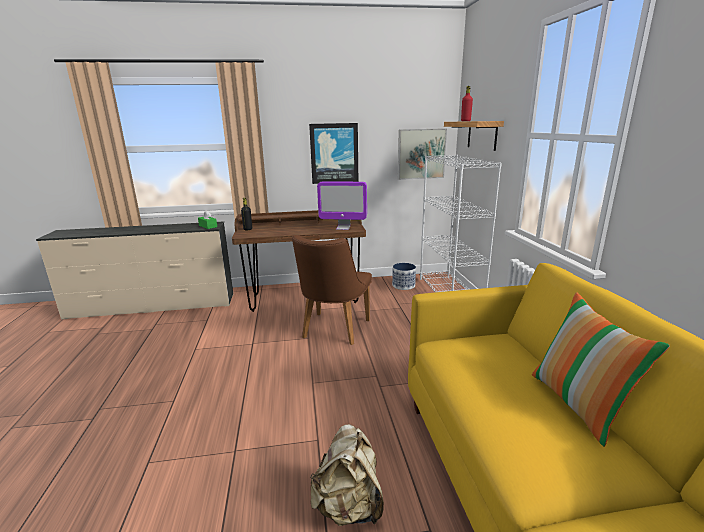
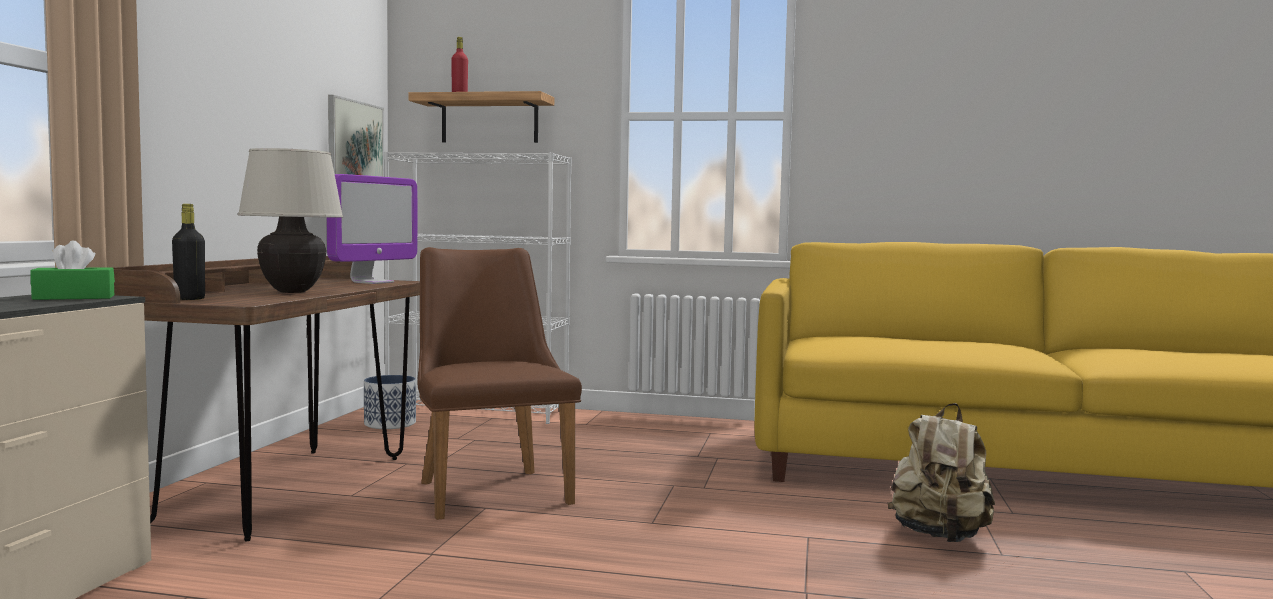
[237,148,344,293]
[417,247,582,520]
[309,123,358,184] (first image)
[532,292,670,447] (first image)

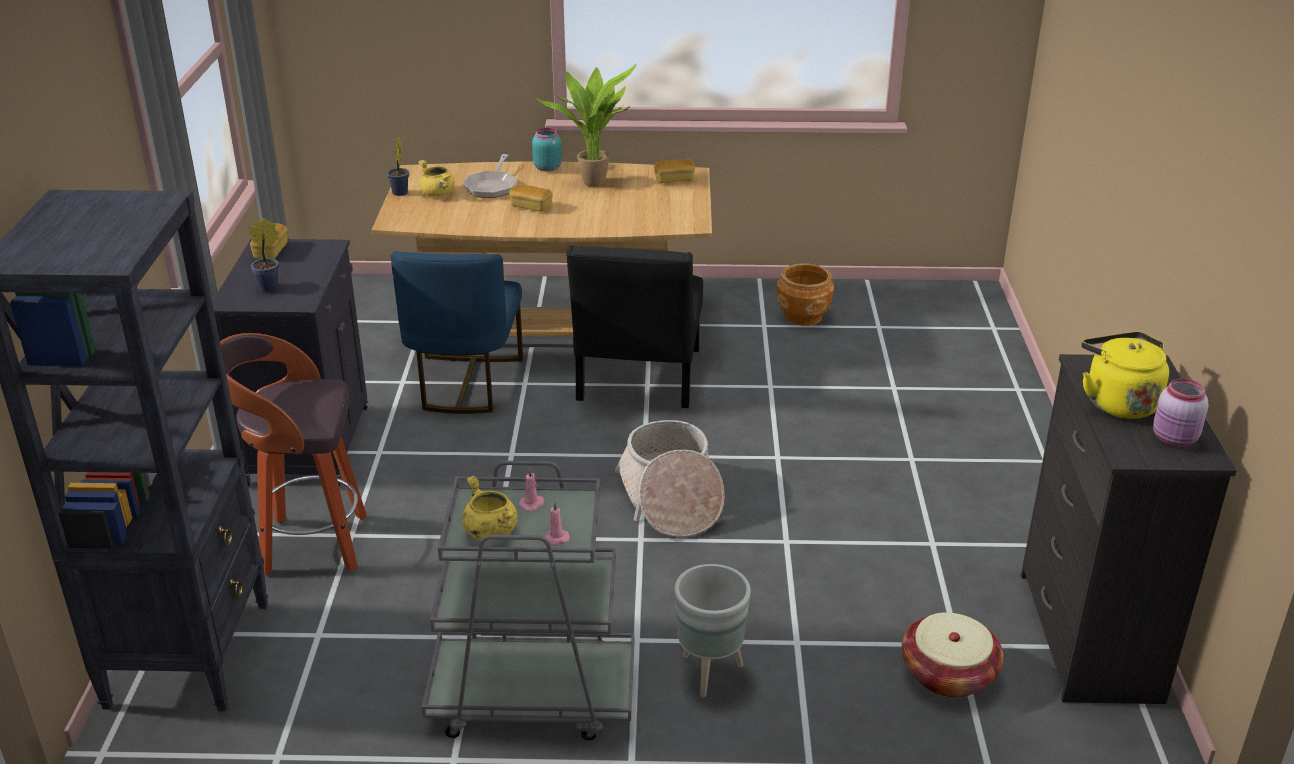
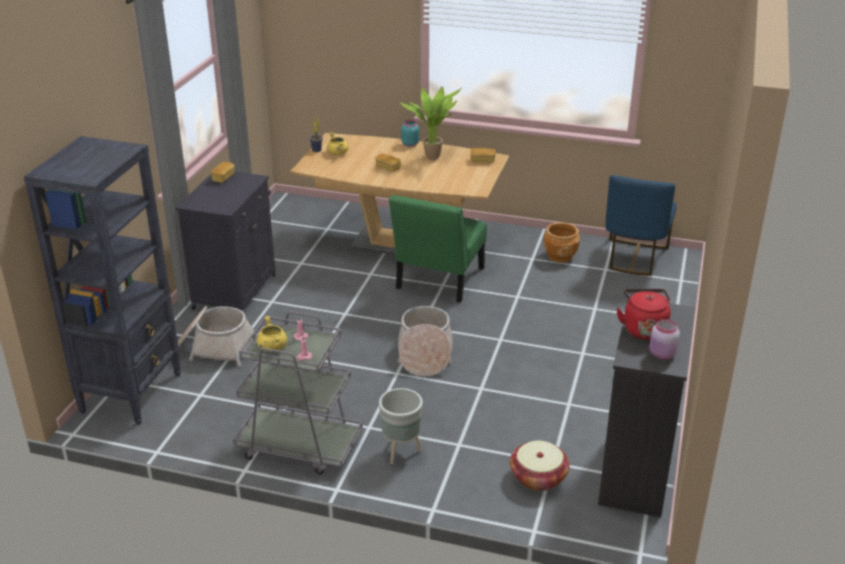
[178,306,256,367]
[389,195,487,303]
[605,175,677,276]
[616,289,671,340]
[249,218,279,292] (first image)
[463,154,517,198] (first image)

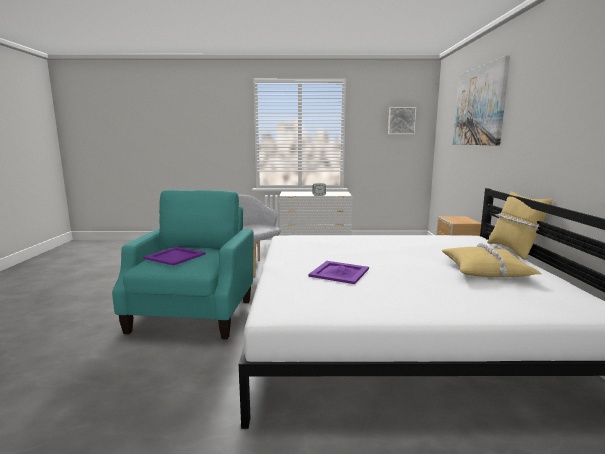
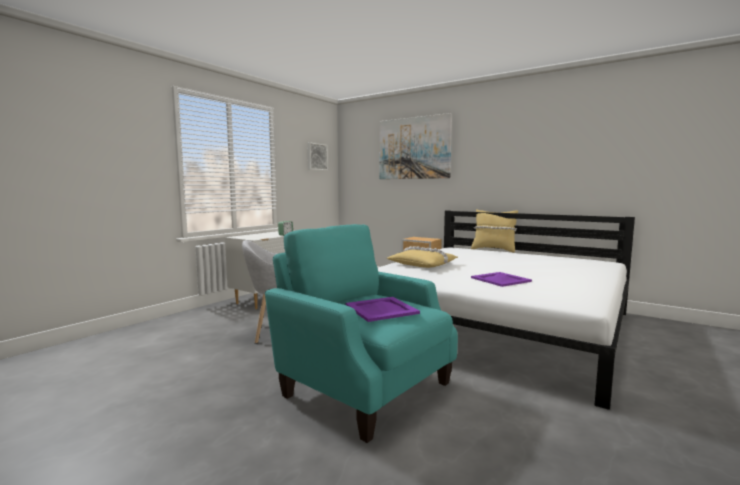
[387,246,458,268]

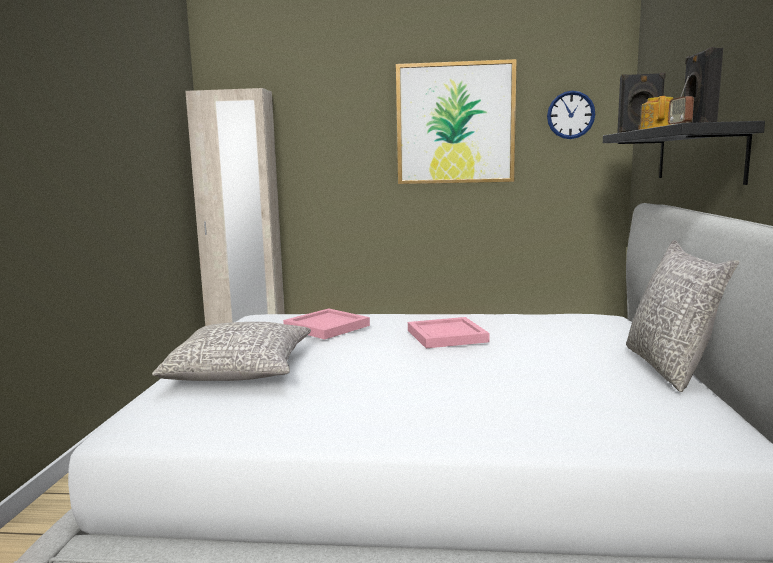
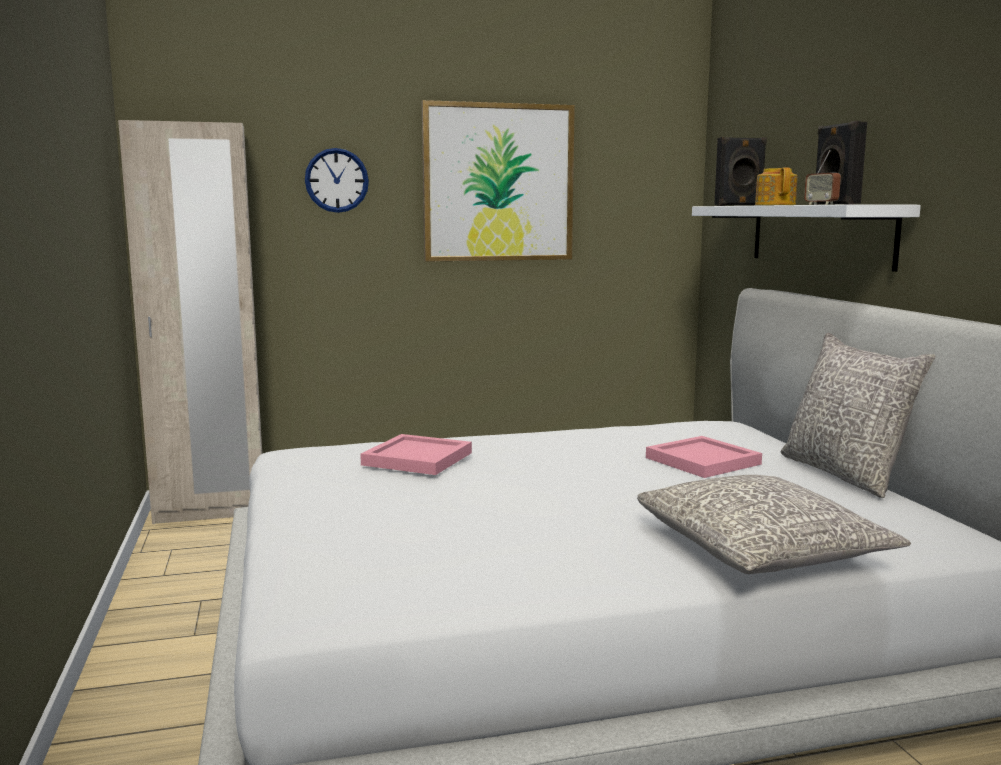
[305,148,369,213]
[637,475,911,574]
[646,436,762,478]
[692,204,921,272]

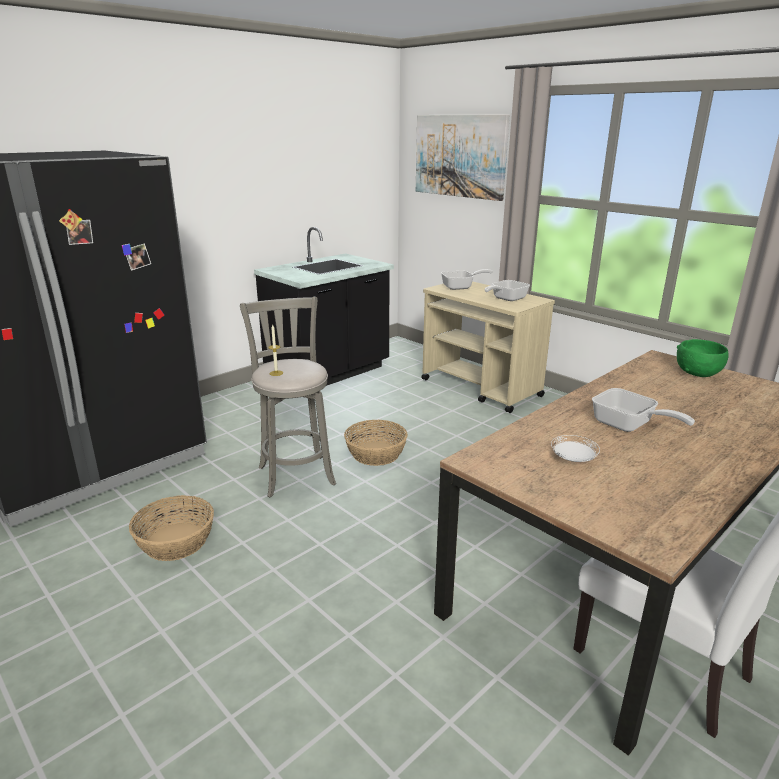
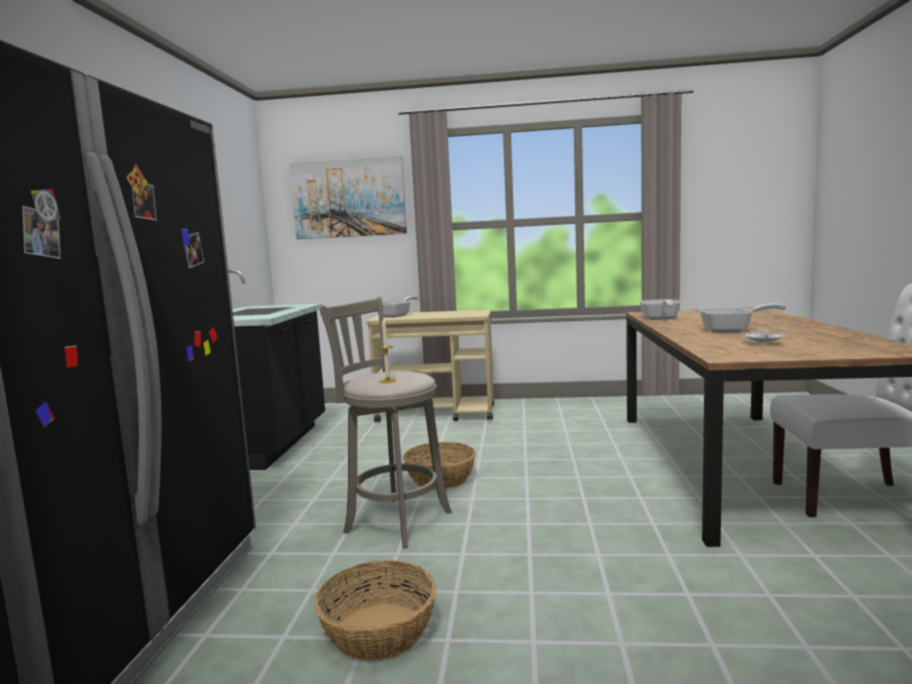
[639,299,681,320]
[676,339,729,377] (first image)

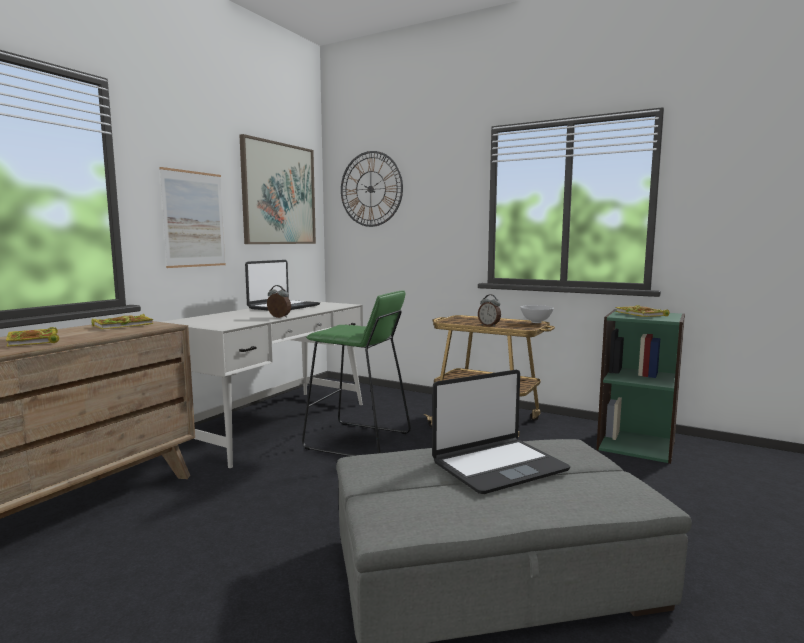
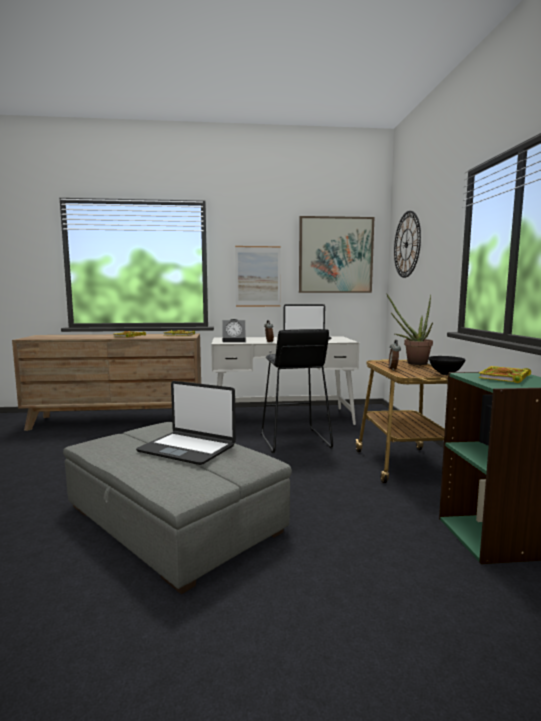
[222,319,246,342]
[261,329,333,453]
[386,293,433,365]
[428,356,466,375]

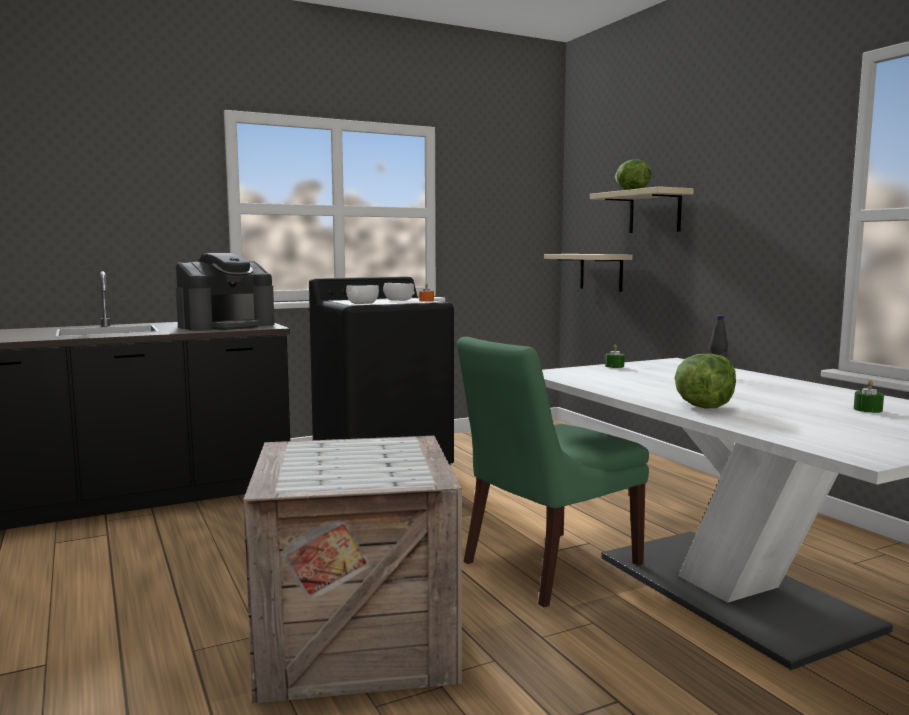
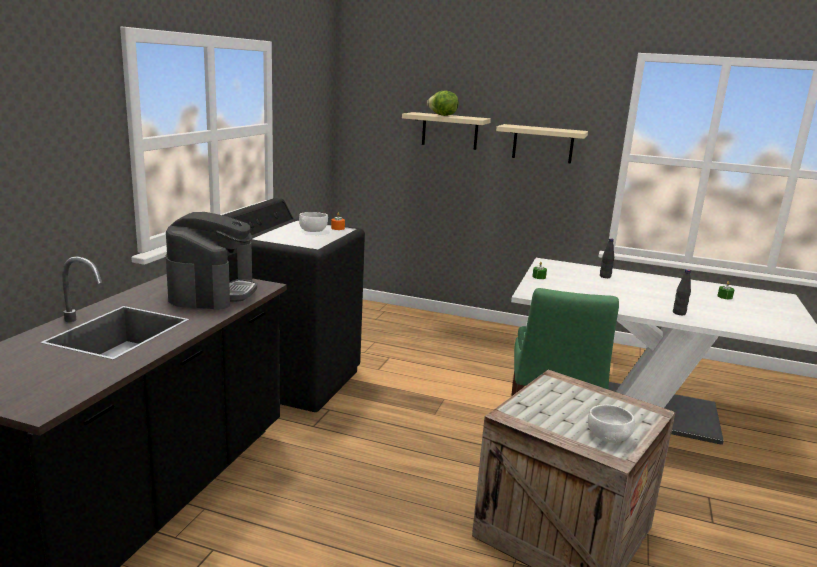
[496,124,588,163]
[588,405,635,443]
[673,269,691,315]

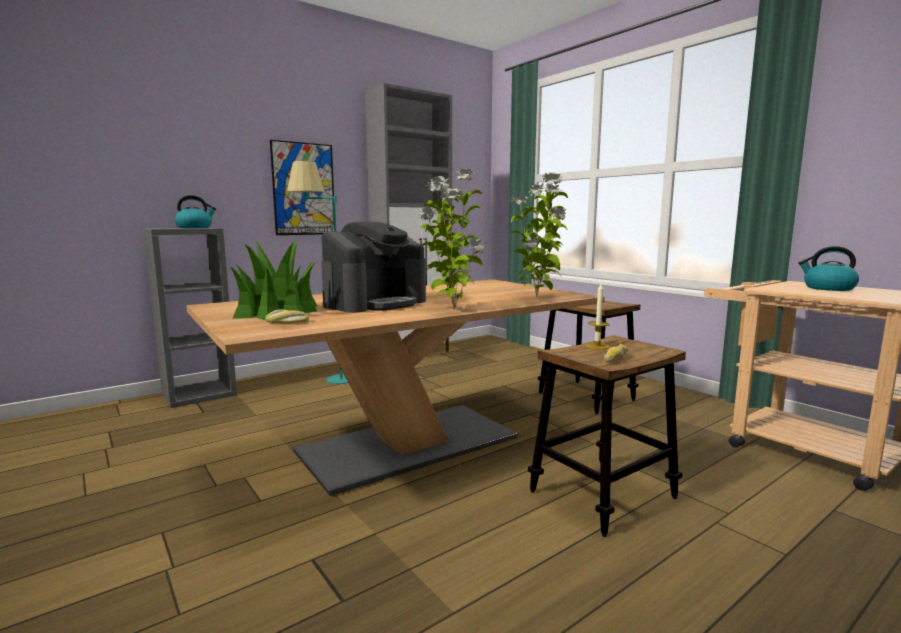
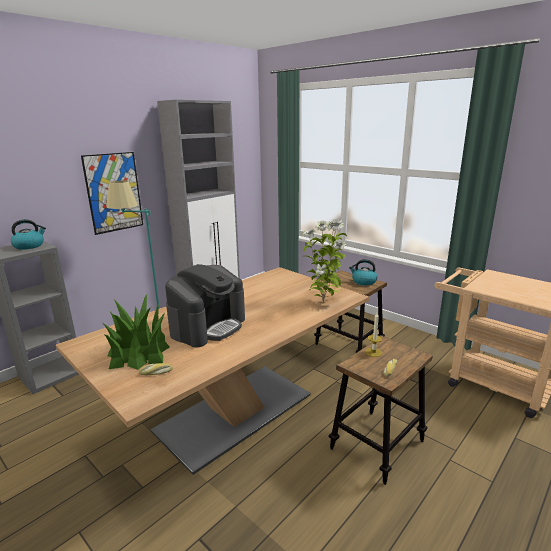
[349,259,377,285]
[418,168,484,310] (first image)

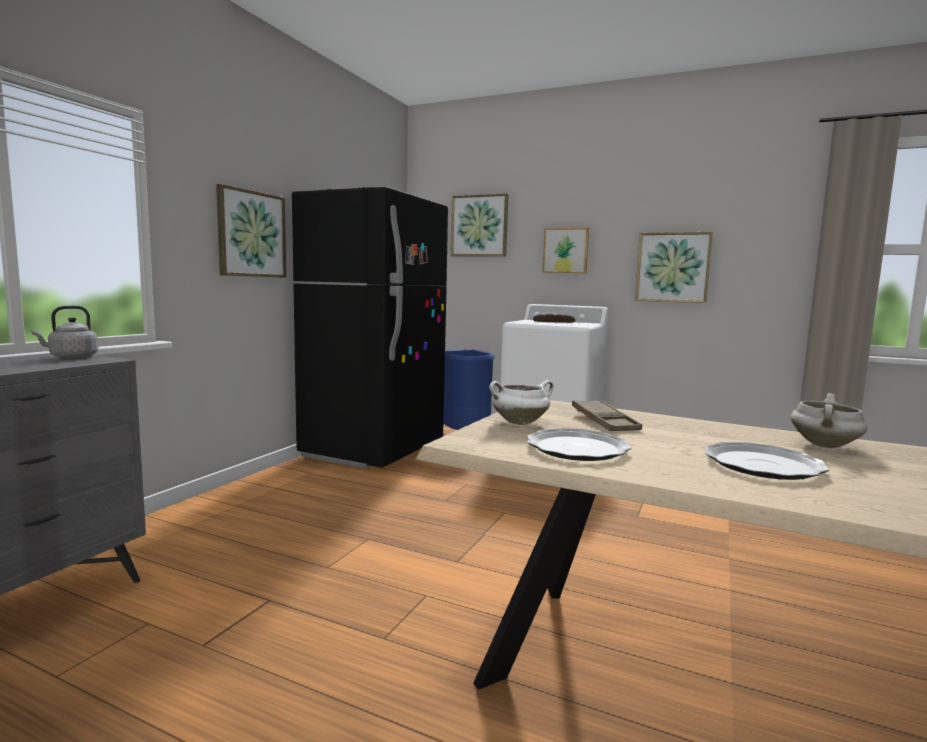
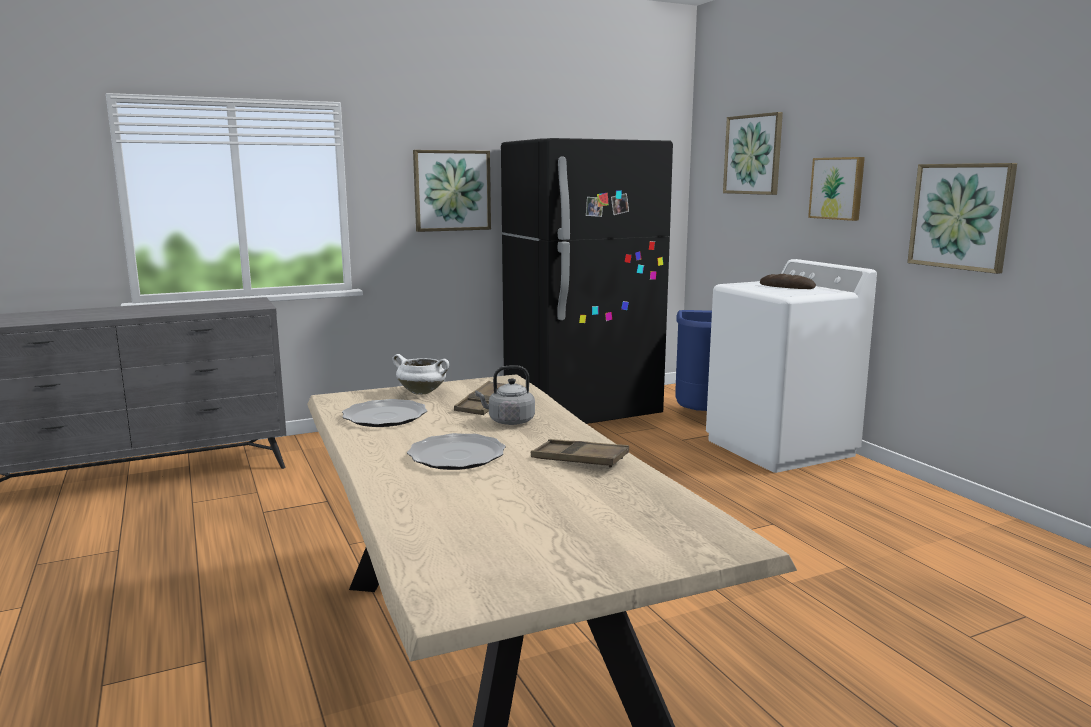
[475,365,535,425]
[531,439,629,467]

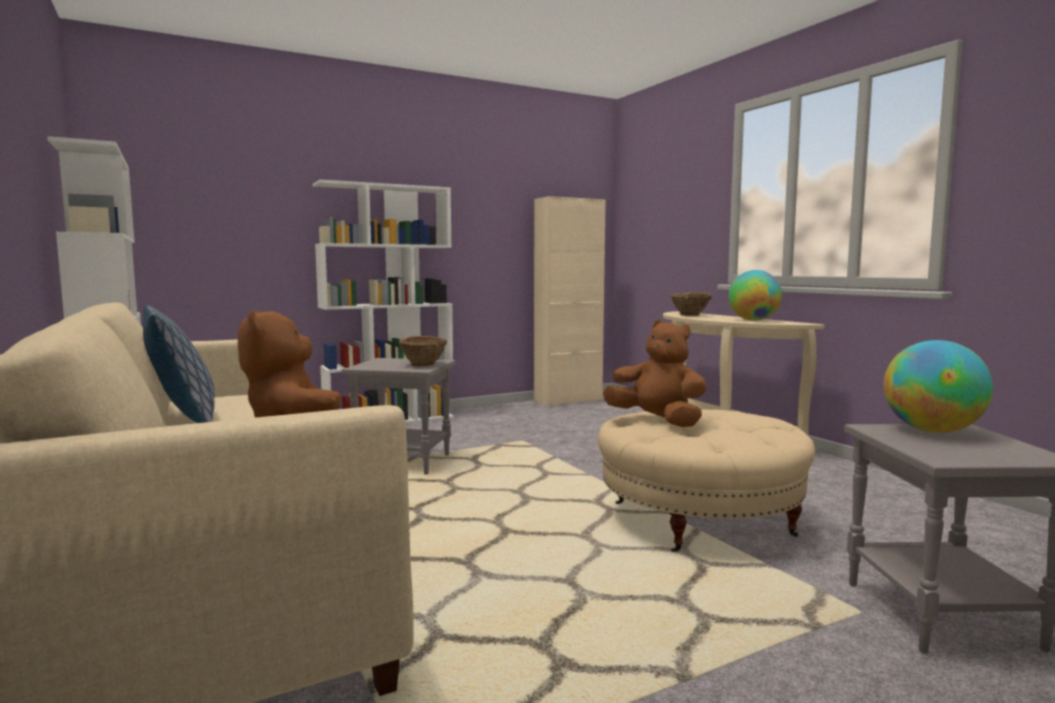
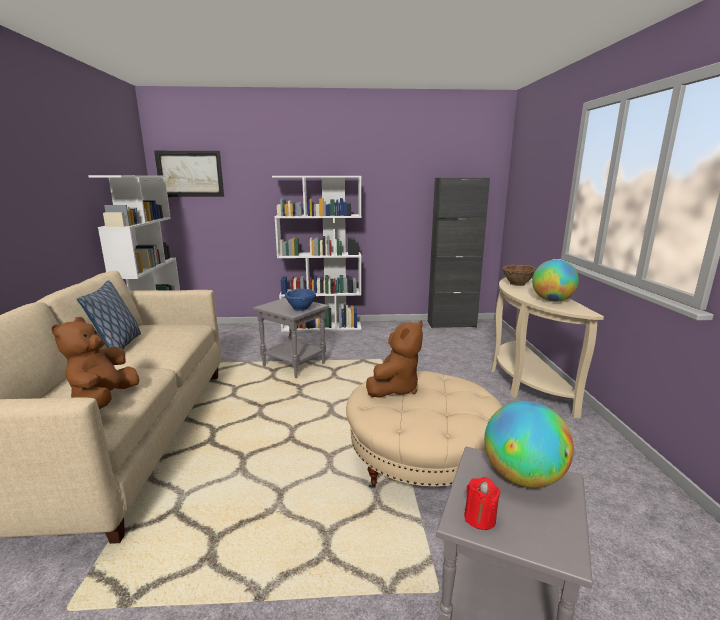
[154,151,224,197]
[285,289,316,311]
[366,320,423,398]
[428,178,490,328]
[464,477,500,530]

